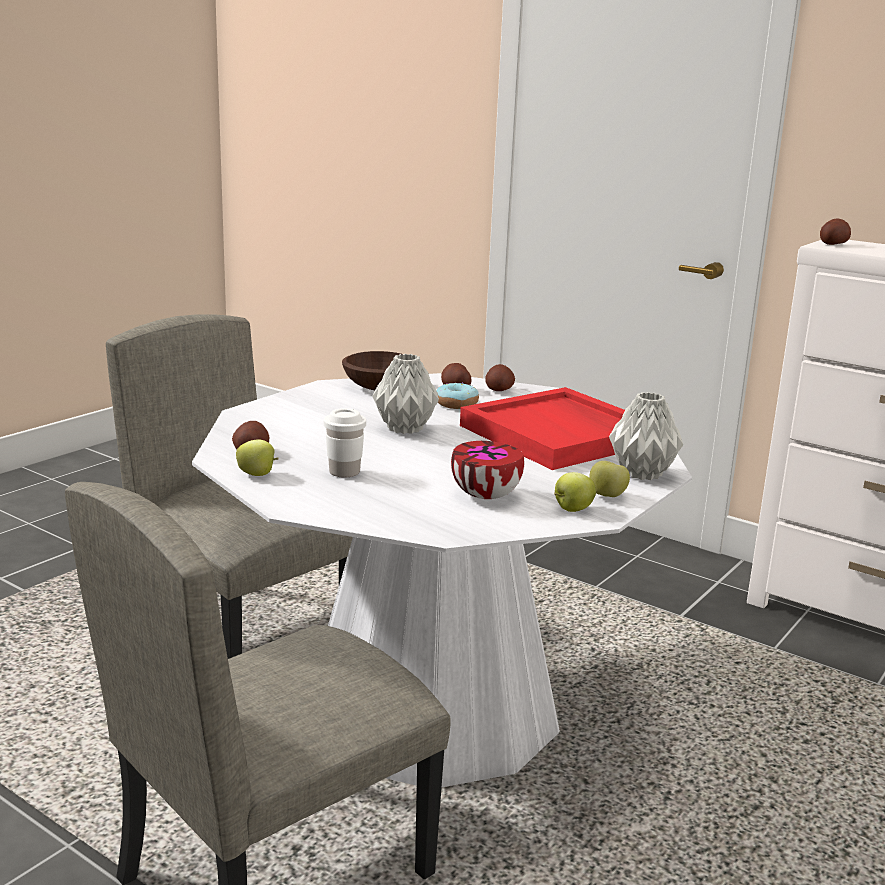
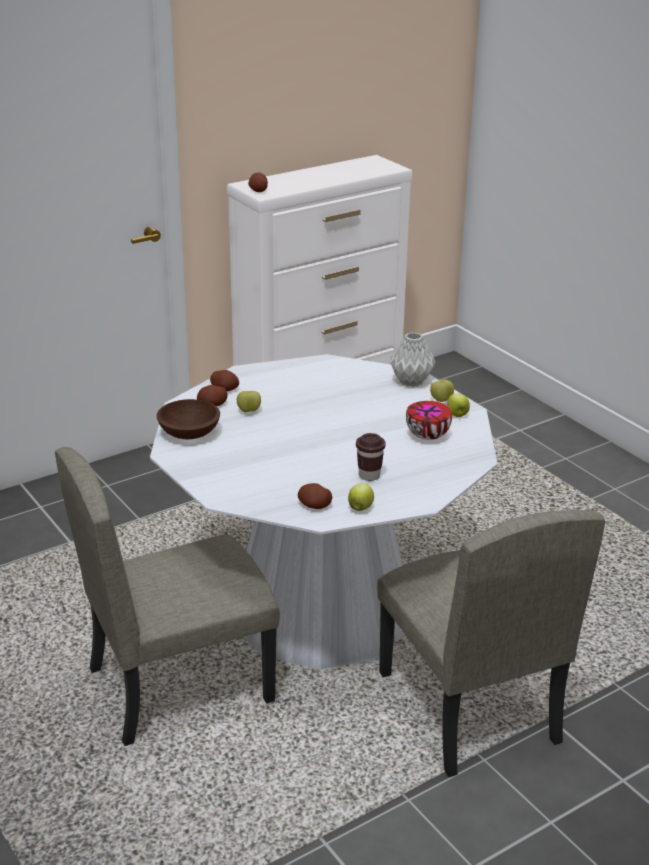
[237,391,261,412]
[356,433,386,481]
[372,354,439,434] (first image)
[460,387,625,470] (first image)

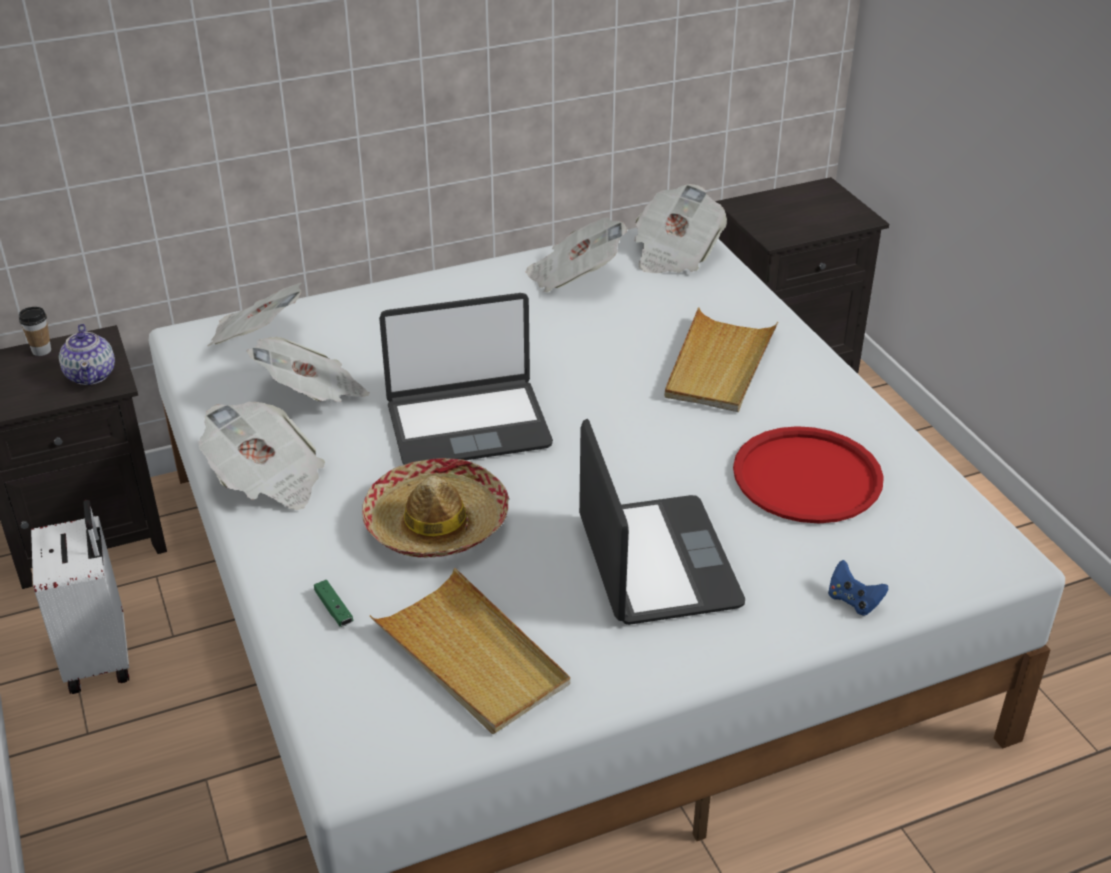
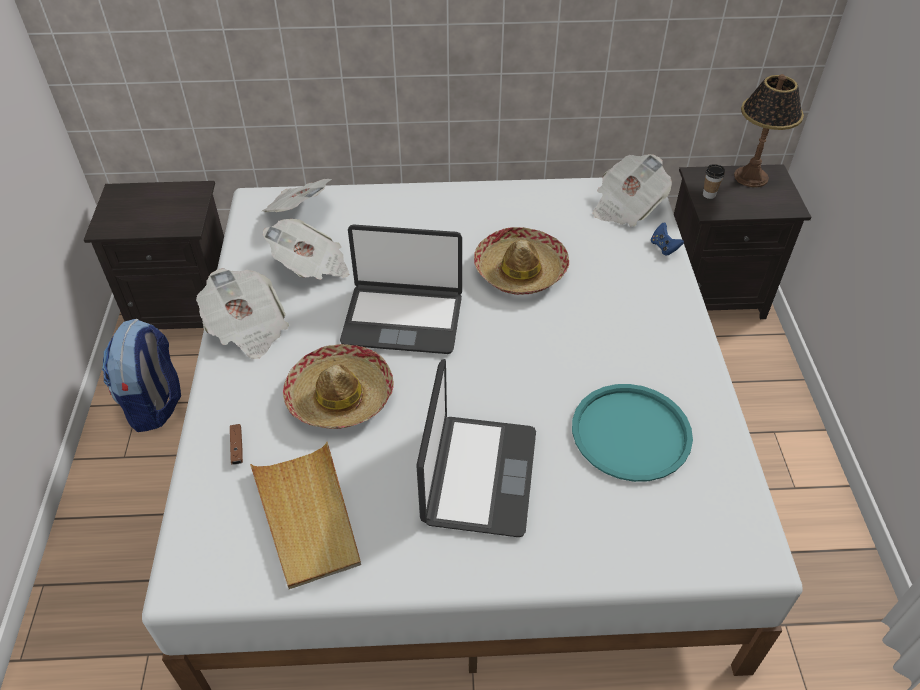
[102,318,181,432]
[230,424,243,465]
[474,227,569,295]
[572,384,693,482]
[651,222,684,255]
[703,164,725,199]
[734,74,804,187]
[59,324,115,385] (first image)
[526,217,627,293] (first image)
[664,307,778,412] (first image)

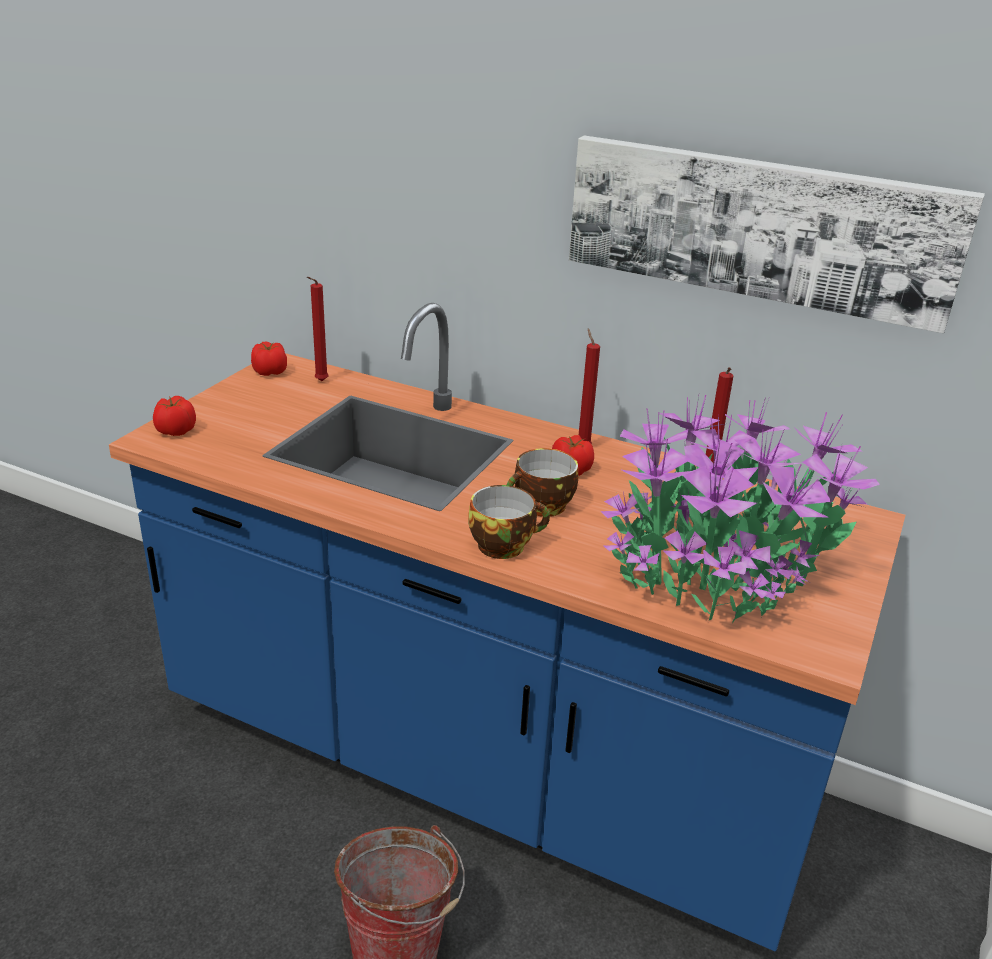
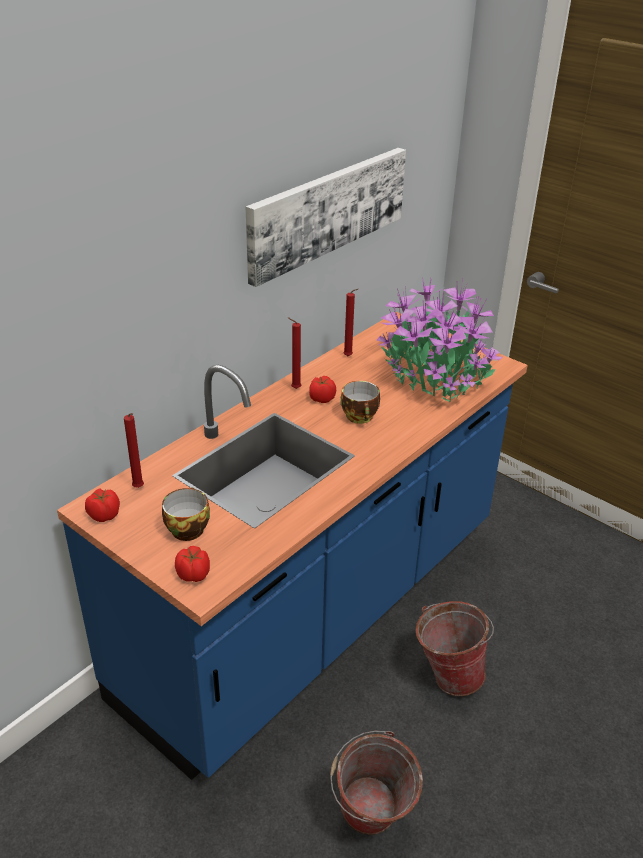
[162,487,210,541]
[330,731,423,835]

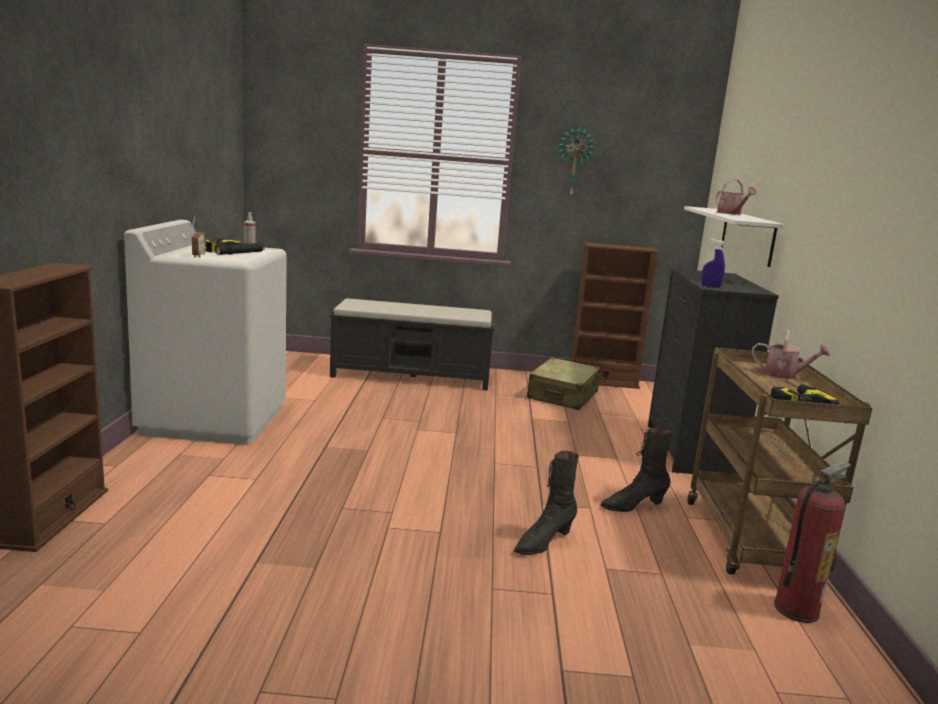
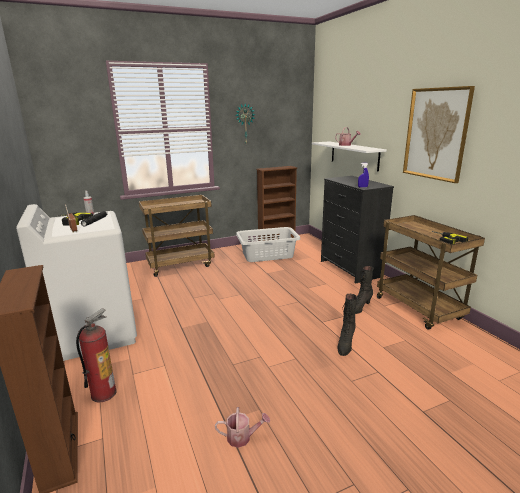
[76,309,117,402]
[139,195,215,277]
[215,407,270,448]
[236,227,300,262]
[403,86,475,183]

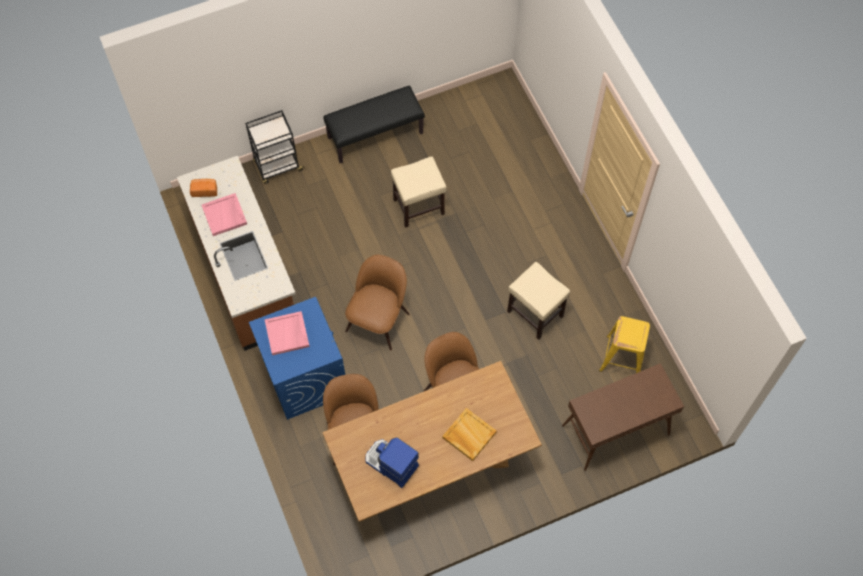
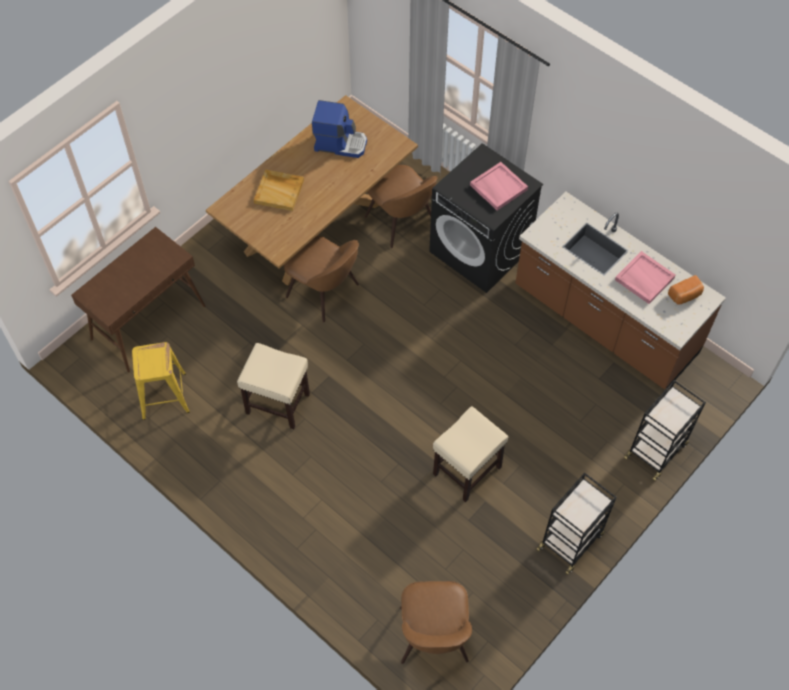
[400,581,472,664]
[429,143,543,293]
[536,473,617,575]

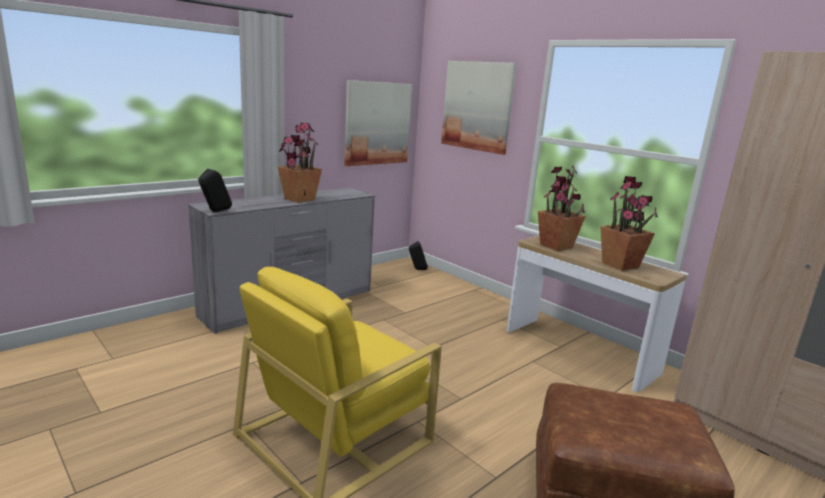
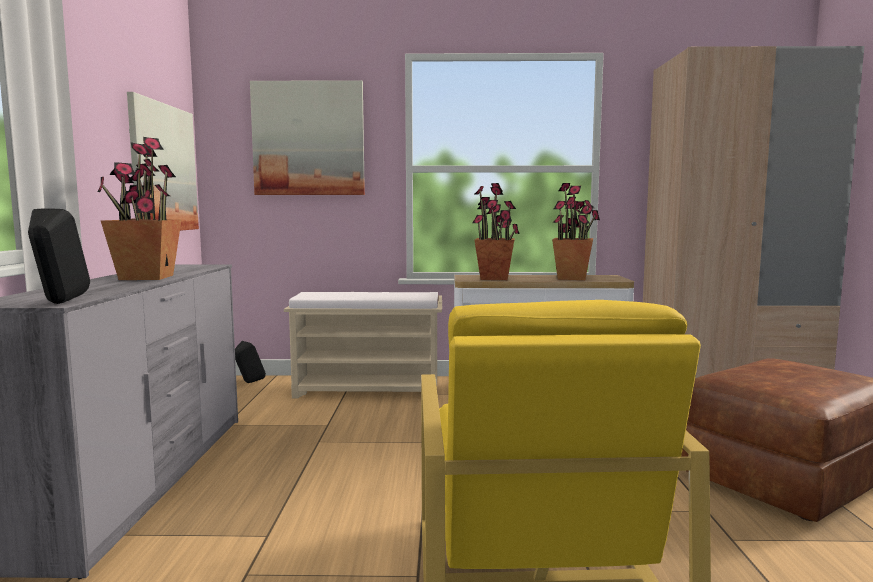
[284,292,442,399]

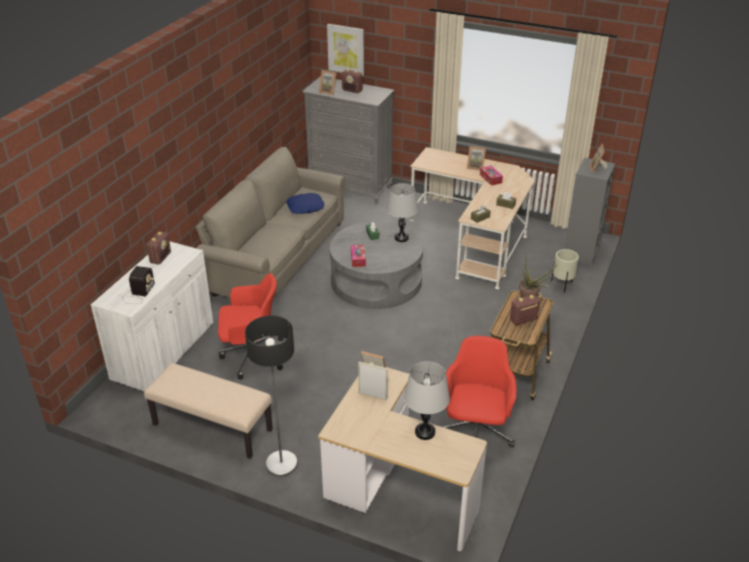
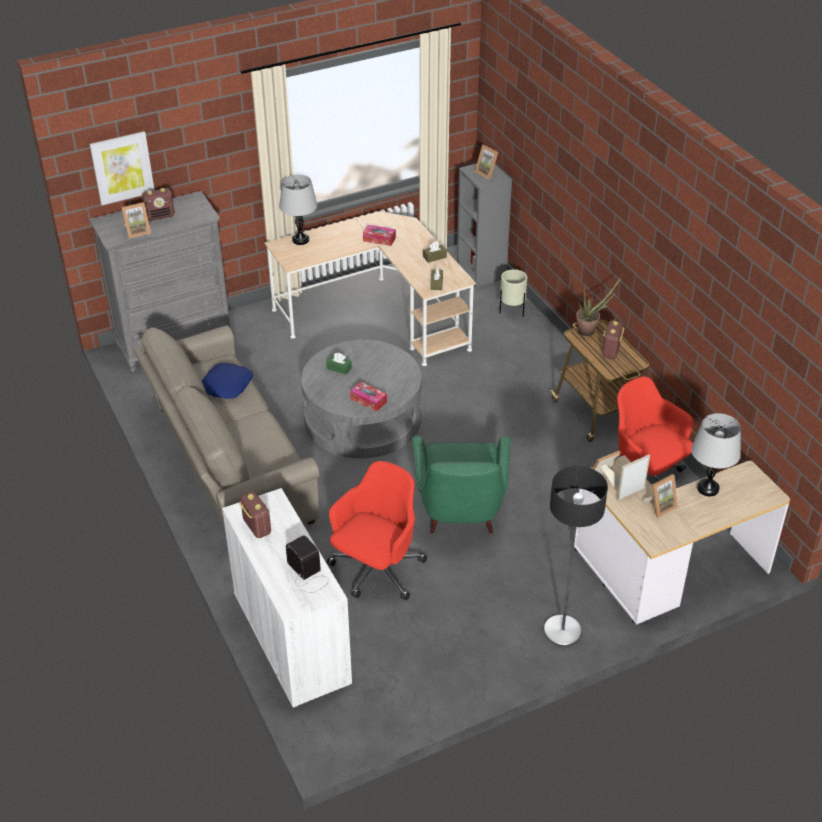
[279,174,317,245]
[412,436,511,534]
[643,474,678,518]
[144,363,273,459] (first image)

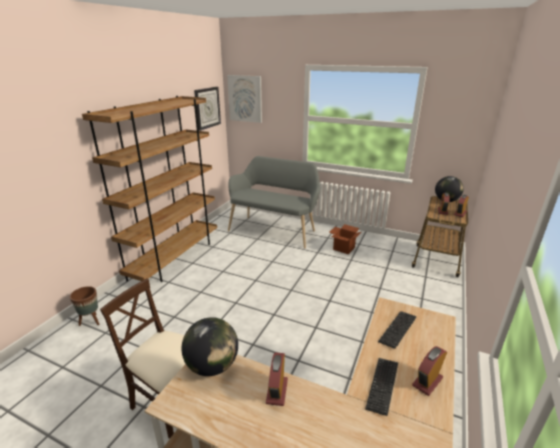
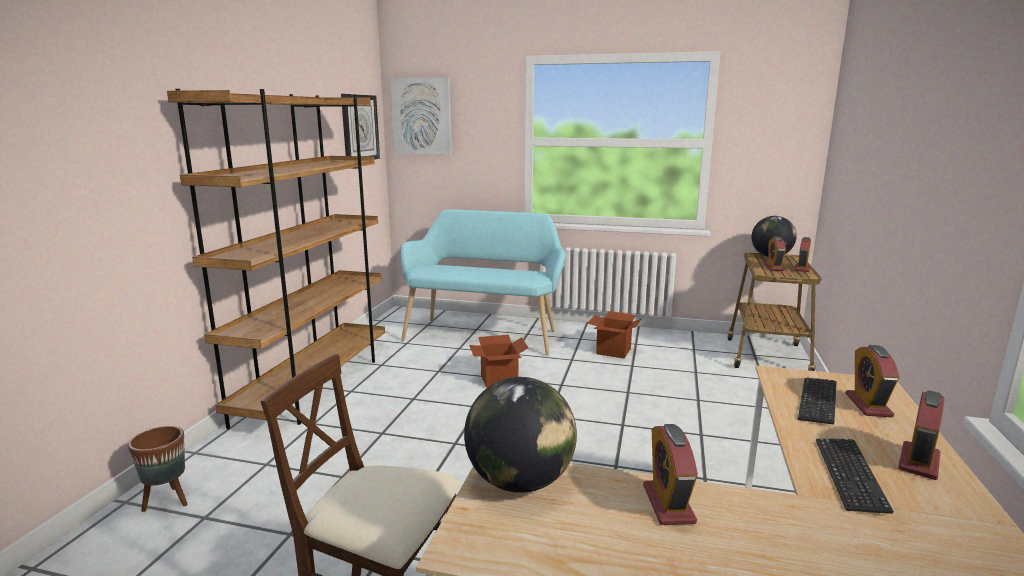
[401,209,566,356]
[469,335,529,388]
[845,345,900,417]

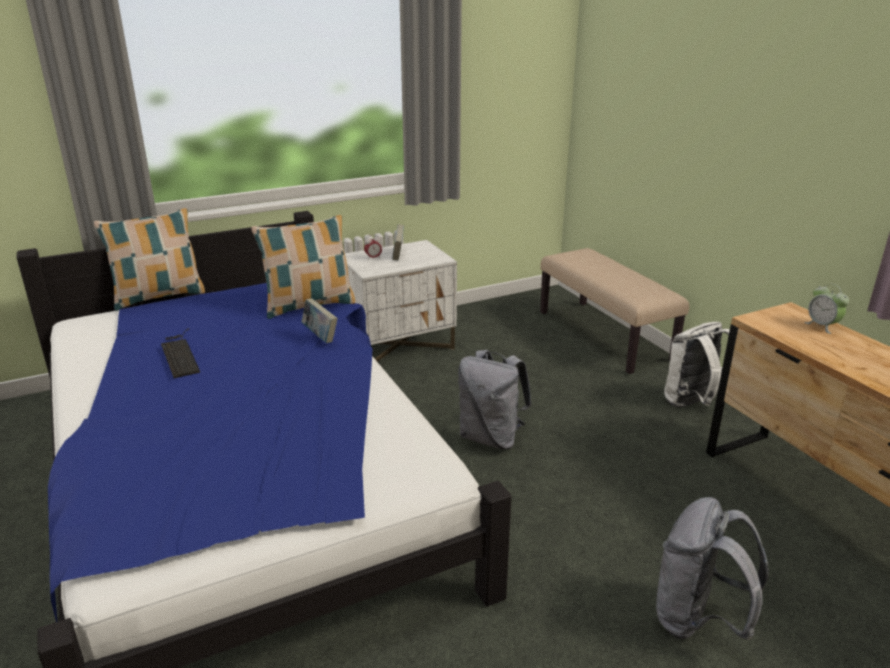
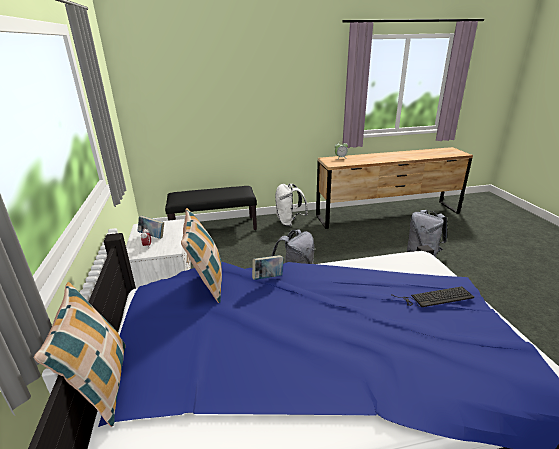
[165,186,257,230]
[391,286,474,307]

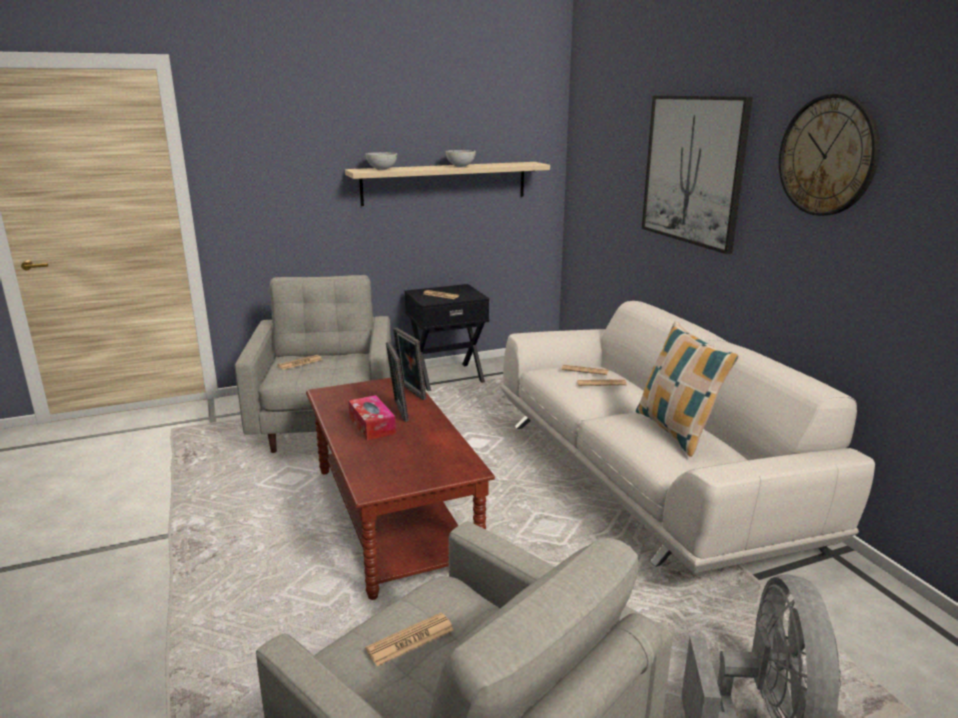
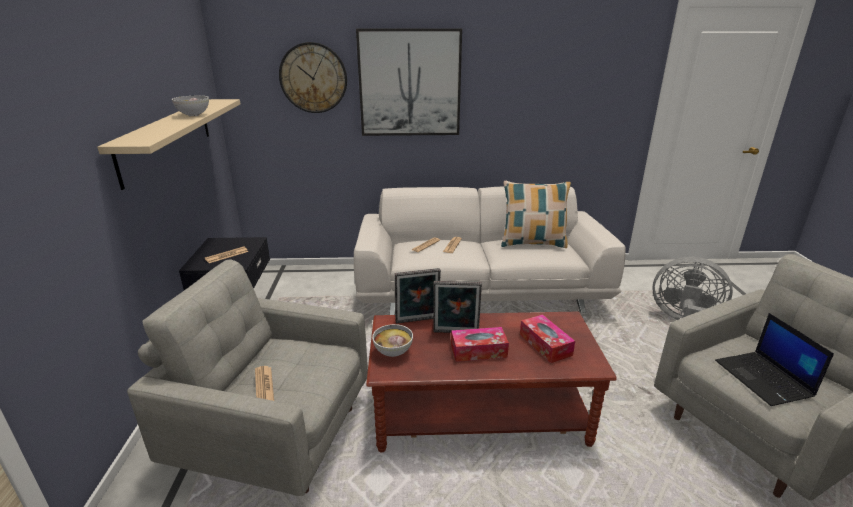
[279,42,347,113]
[372,324,413,357]
[520,315,575,363]
[715,313,834,406]

